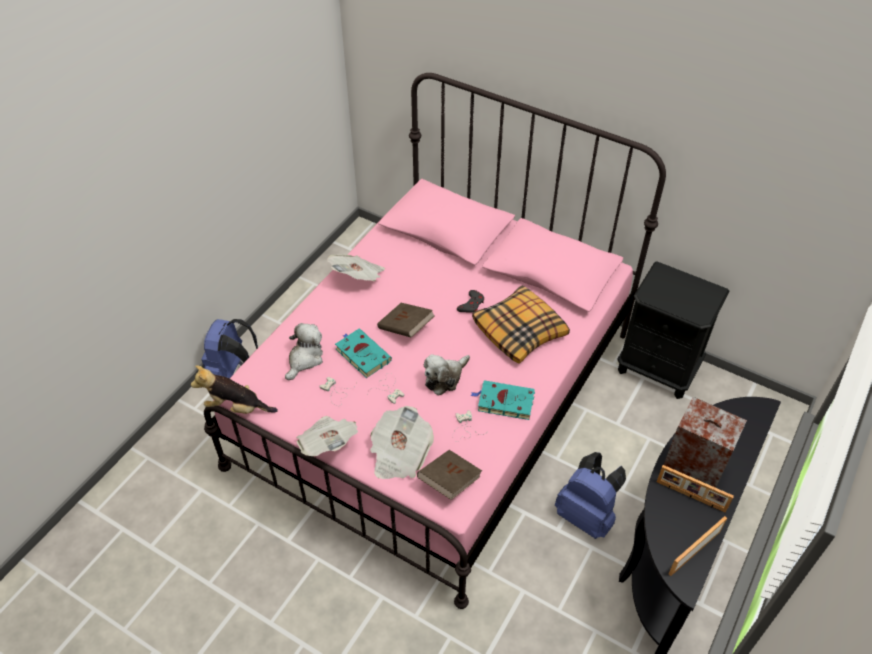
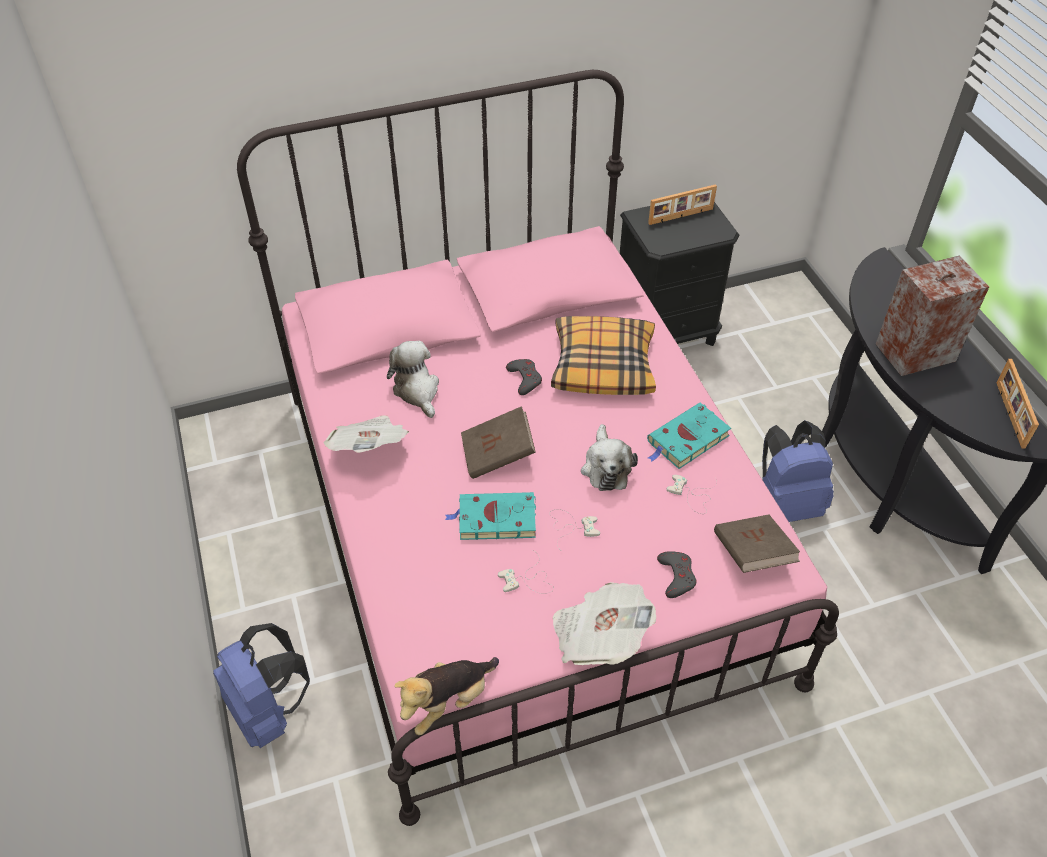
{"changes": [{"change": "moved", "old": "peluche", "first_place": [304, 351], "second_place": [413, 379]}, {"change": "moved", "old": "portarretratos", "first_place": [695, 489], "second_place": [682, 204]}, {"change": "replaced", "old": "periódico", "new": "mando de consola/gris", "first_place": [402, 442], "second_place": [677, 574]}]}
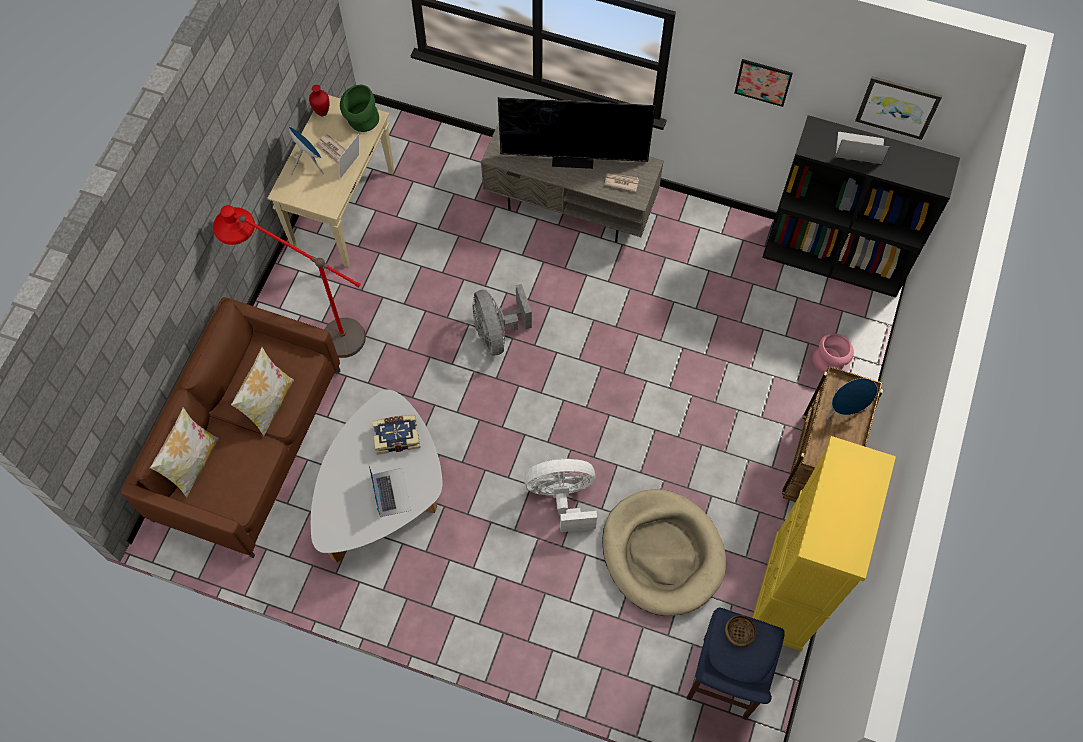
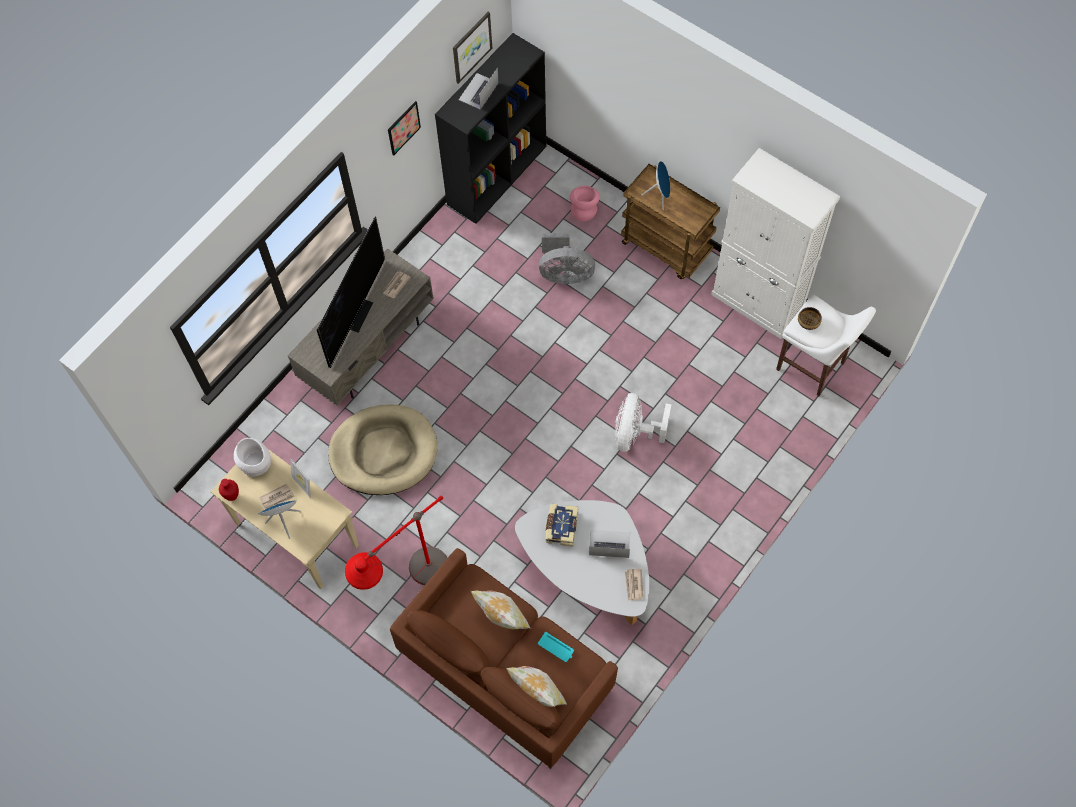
{"changes": [{"change": "added", "new": "bandeja/turquesa", "second_place": [556, 647]}, {"change": "added", "new": "periódico", "second_place": [634, 585]}, {"change": "moved", "old": "ventilador/gris", "first_place": [502, 319], "second_place": [567, 258]}, {"change": "moved", "old": "cama para perro/beis", "first_place": [664, 552], "second_place": [383, 450]}, {"change": "recoloured", "old": "florero/verde", "new": "florero/blanco", "first_place": [359, 108], "second_place": [252, 457]}, {"change": "recoloured", "old": "taburete/azul", "new": "taburete/blanco", "first_place": [736, 664], "second_place": [826, 345]}, {"change": "recoloured", "old": "armario/amarillo", "new": "armario/blanco", "first_place": [824, 543], "second_place": [775, 244]}]}
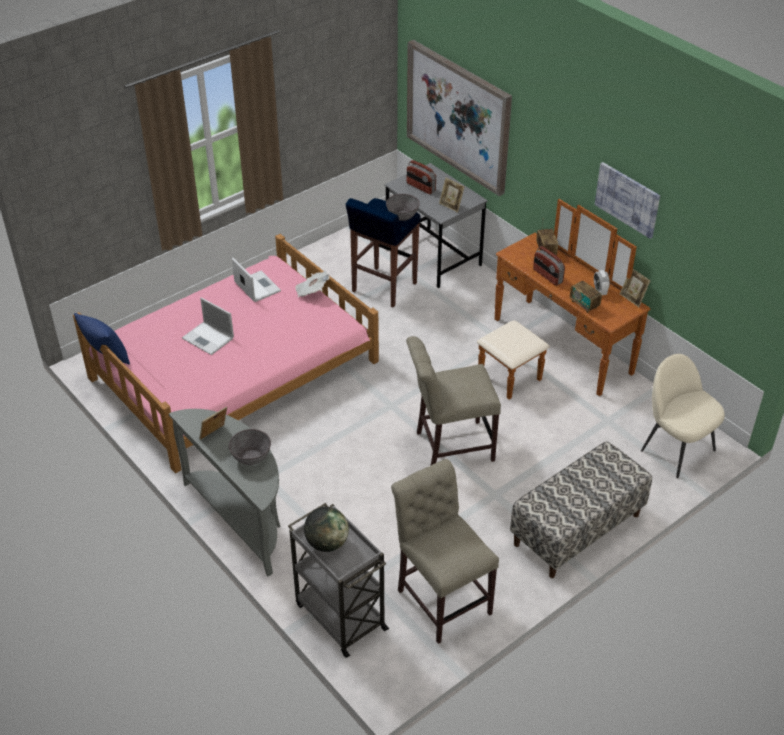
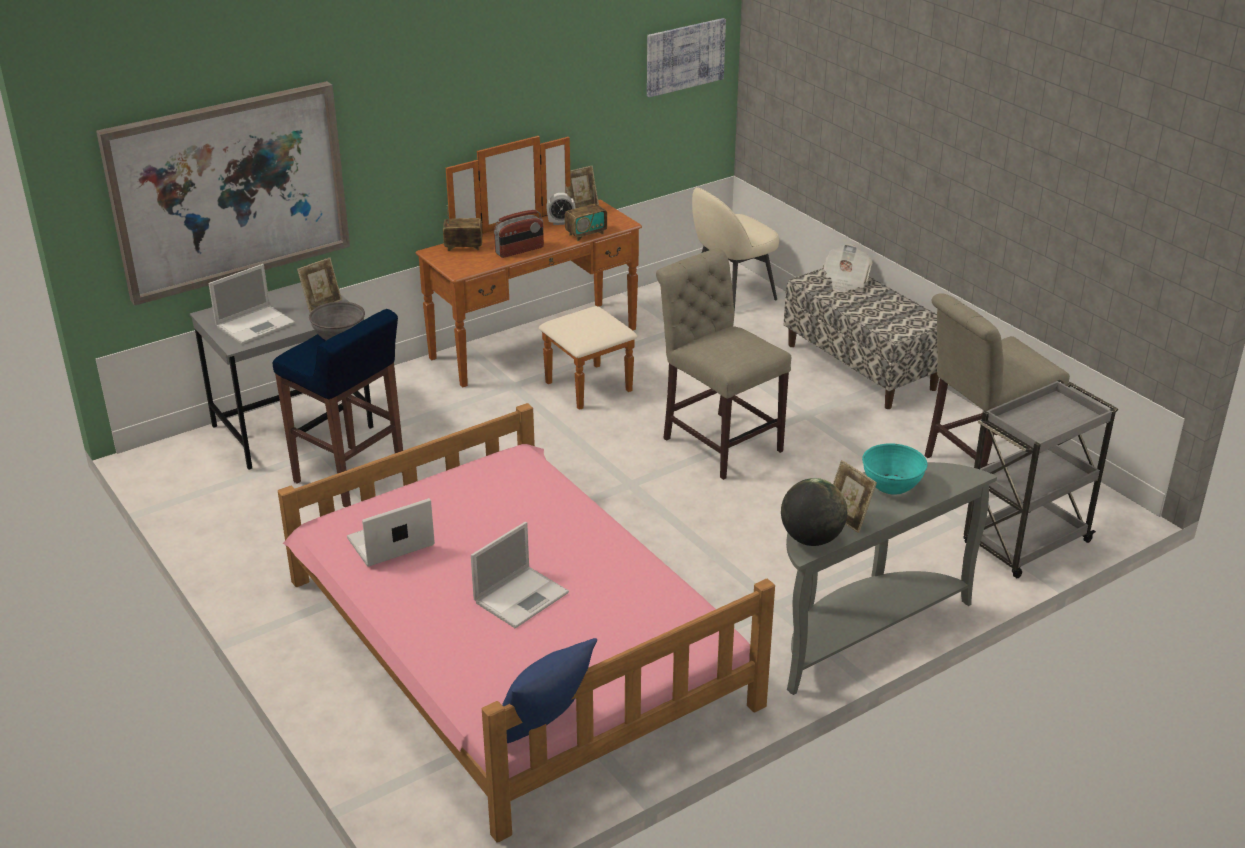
{"changes": [{"change": "moved", "old": "periódico", "first_place": [312, 284], "second_place": [847, 268]}, {"change": "moved", "old": "globo terráqueo", "first_place": [326, 529], "second_place": [814, 512]}, {"change": "moved", "old": "cuadro", "first_place": [627, 200], "second_place": [686, 57]}, {"change": "replaced", "old": "radio", "new": "portátil", "first_place": [421, 177], "second_place": [252, 304]}, {"change": "recoloured", "old": "cuenco/gris", "new": "cuenco/turquesa", "first_place": [250, 447], "second_place": [894, 469]}, {"change": "turned", "old": "silla/beis", "first_place": [453, 400], "second_place": [723, 364], "degrees": 150}]}
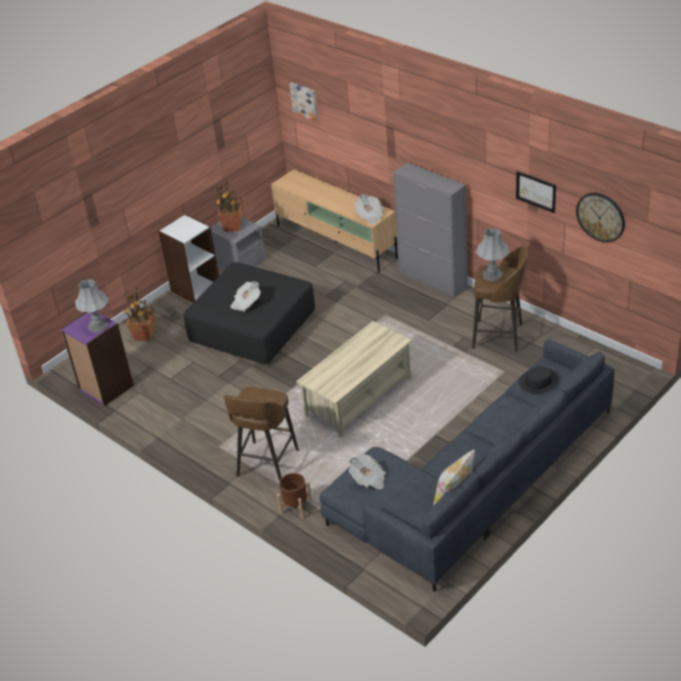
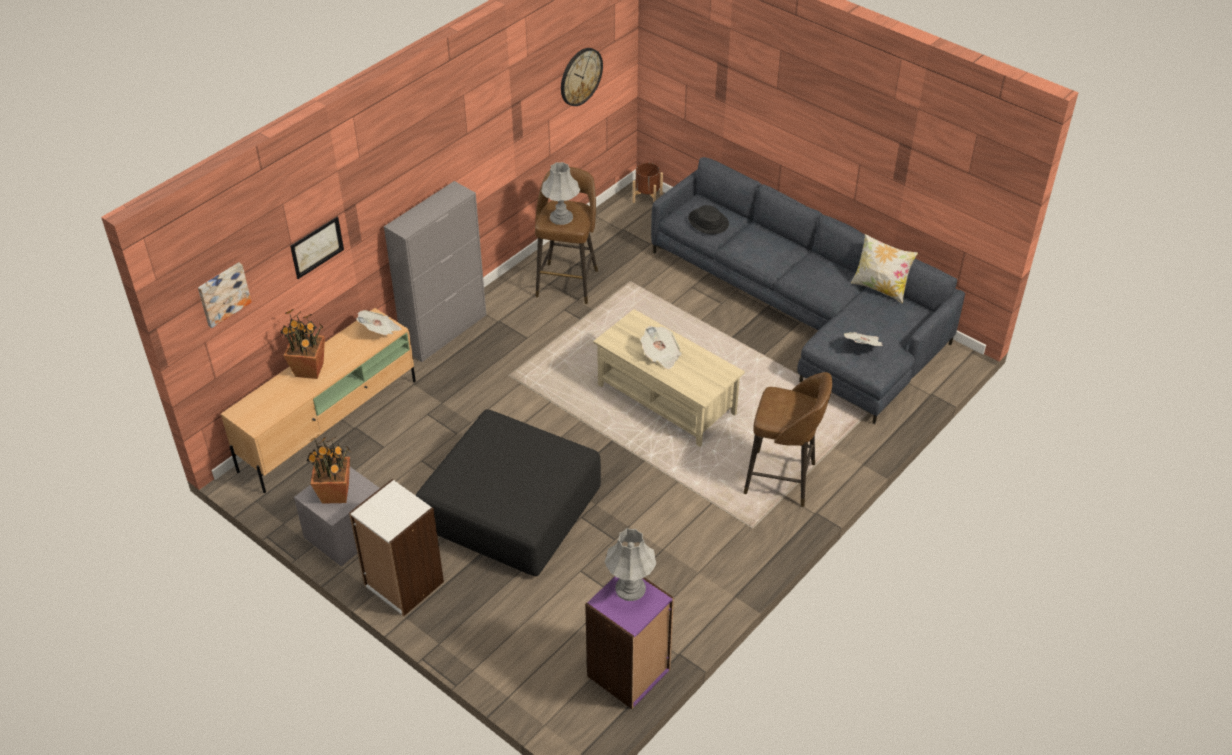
{"changes": [{"change": "moved", "old": "planta en maceta", "first_place": [139, 314], "second_place": [303, 344]}, {"change": "moved", "old": "periódico", "first_place": [245, 296], "second_place": [661, 347]}, {"change": "moved", "old": "maceta/marrón", "first_place": [294, 496], "second_place": [648, 183]}, {"change": "moved", "old": "cuadro", "first_place": [536, 192], "second_place": [317, 248]}]}
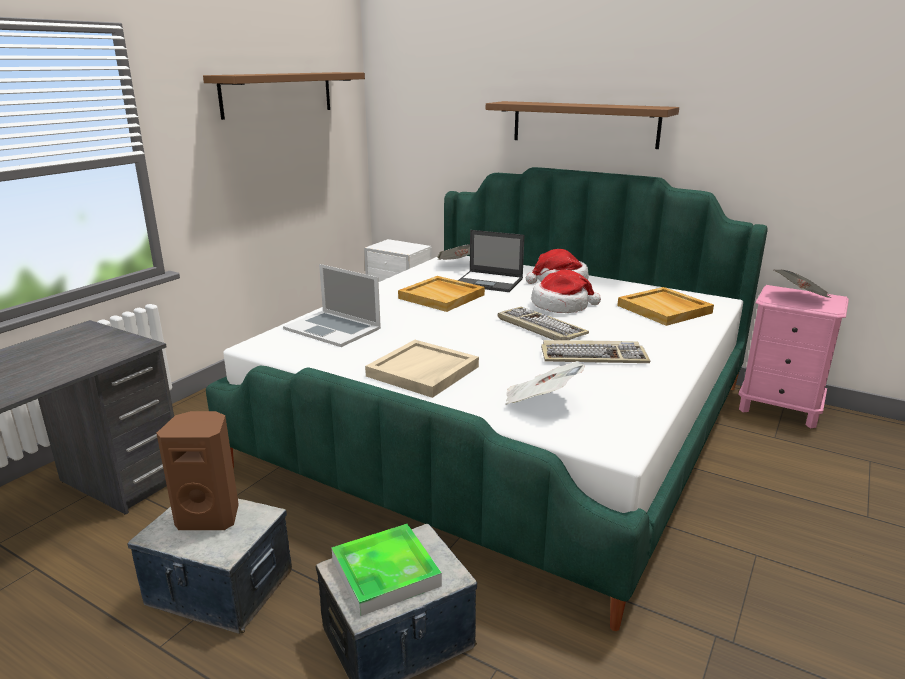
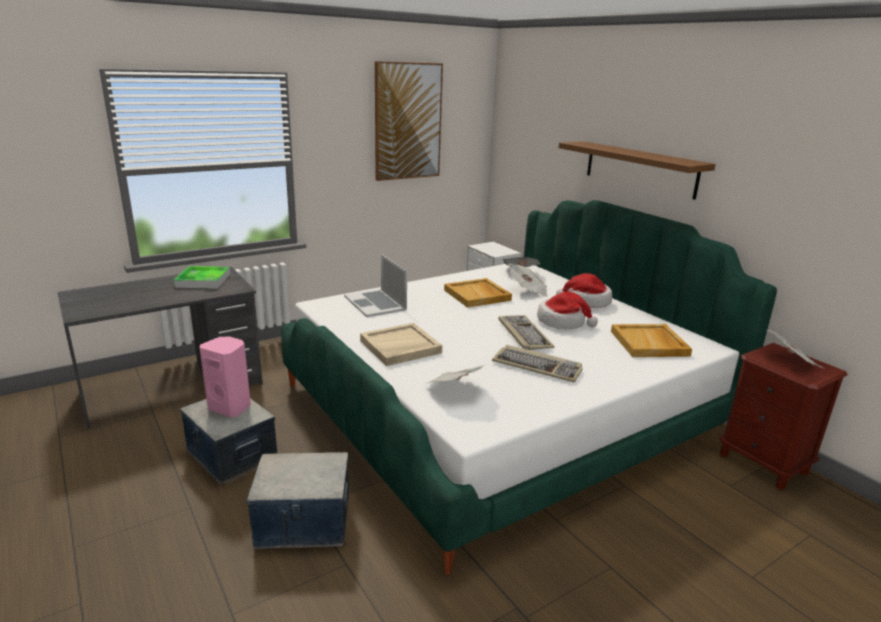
{"changes": [{"change": "moved", "old": "bandeja", "first_place": [386, 570], "second_place": [202, 277]}, {"change": "replaced", "old": "estante/marrón", "new": "cuadro", "first_place": [284, 96], "second_place": [409, 121]}, {"change": "replaced", "old": "portátil", "new": "periódico", "first_place": [491, 261], "second_place": [528, 280]}, {"change": "recoloured", "old": "altavoz/marrón", "new": "altavoz/rosa", "first_place": [197, 470], "second_place": [225, 376]}, {"change": "recoloured", "old": "mesita de noche/rosa", "new": "mesita de noche/marrón", "first_place": [793, 356], "second_place": [784, 416]}]}
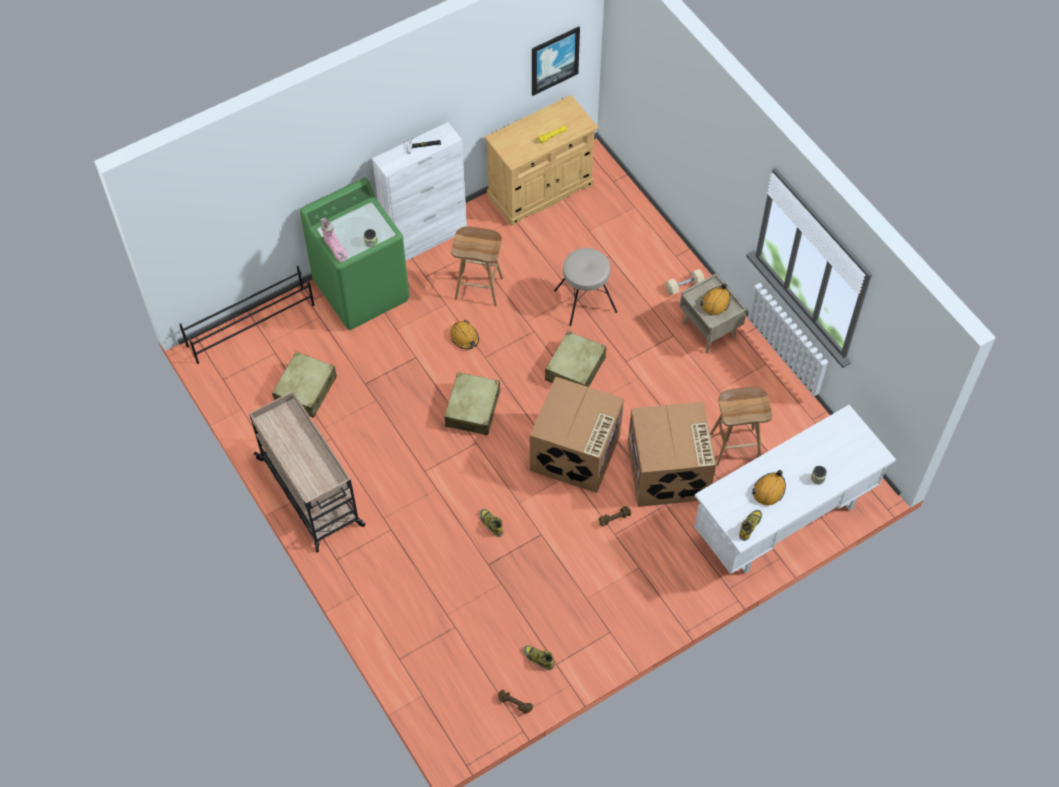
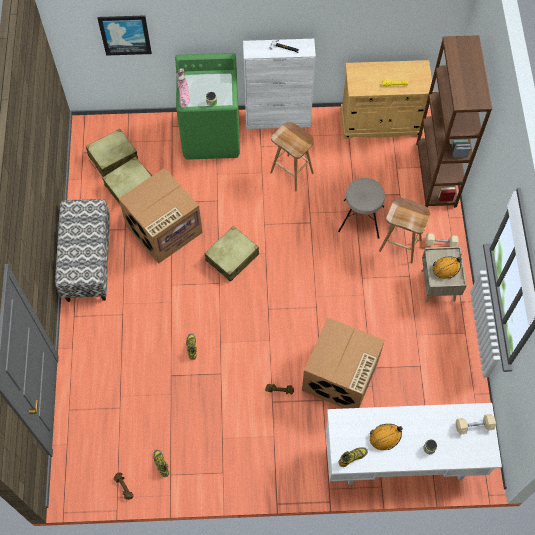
{"changes": [{"change": "removed", "old": "zapatero/negro", "first_place": [247, 315]}, {"change": "removed", "old": "casco/naranja", "first_place": [464, 335]}, {"change": "added", "new": "estantería/marrón", "second_place": [454, 121]}, {"change": "added", "new": "mancuerna/beis", "second_place": [476, 424]}, {"change": "moved", "old": "caja de cartón", "first_place": [577, 434], "second_place": [160, 216]}, {"change": "moved", "old": "cuadro", "first_place": [556, 61], "second_place": [124, 35]}, {"change": "moved", "old": "maleta/beis", "first_place": [575, 359], "second_place": [112, 153]}, {"change": "moved", "old": "taburete/marrón", "first_place": [741, 426], "second_place": [404, 230]}, {"change": "replaced", "old": "carrito/beis", "new": "banco", "first_place": [307, 471], "second_place": [82, 250]}]}
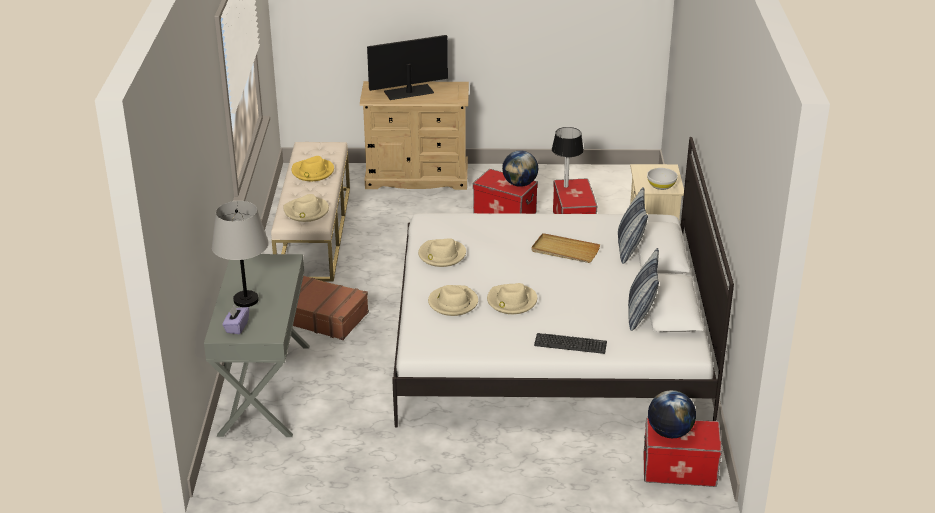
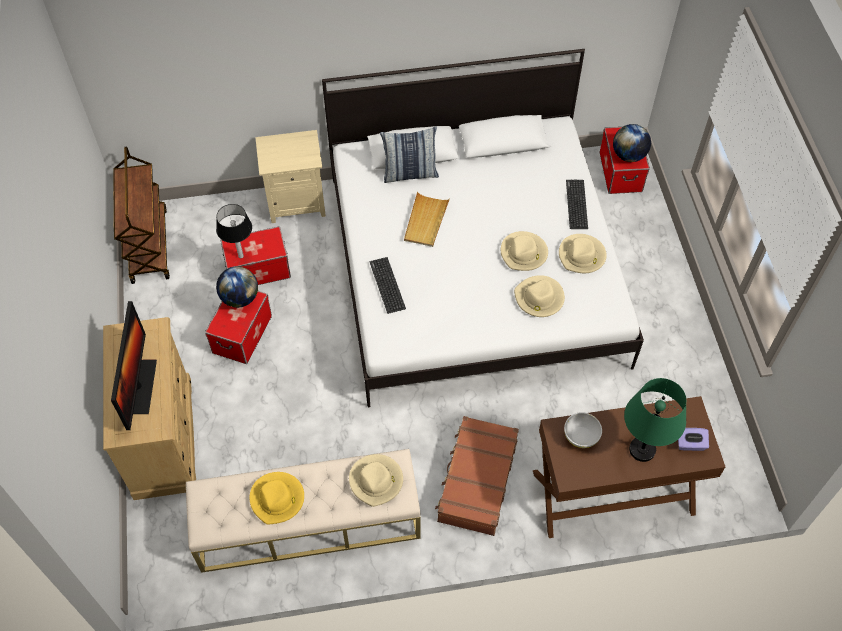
{"changes": [{"change": "removed", "old": "cojín", "first_place": [643, 289]}, {"change": "added", "new": "carrito/marrón", "second_place": [141, 215]}, {"change": "added", "new": "teclado", "second_place": [388, 285]}, {"change": "moved", "old": "sombrero/beis", "first_place": [442, 252], "second_place": [583, 253]}, {"change": "moved", "old": "cuenco/blanco", "first_place": [662, 179], "second_place": [583, 430]}, {"change": "recoloured", "old": "escritorio/gris", "new": "escritorio/marrón", "first_place": [257, 345], "second_place": [629, 467]}, {"change": "recoloured", "old": "lámpara de mesa/gris", "new": "lámpara de mesa/verde", "first_place": [240, 254], "second_place": [655, 420]}, {"change": "turned", "old": "monitor", "first_place": [407, 67], "second_place": [134, 365], "degrees": -150}]}
